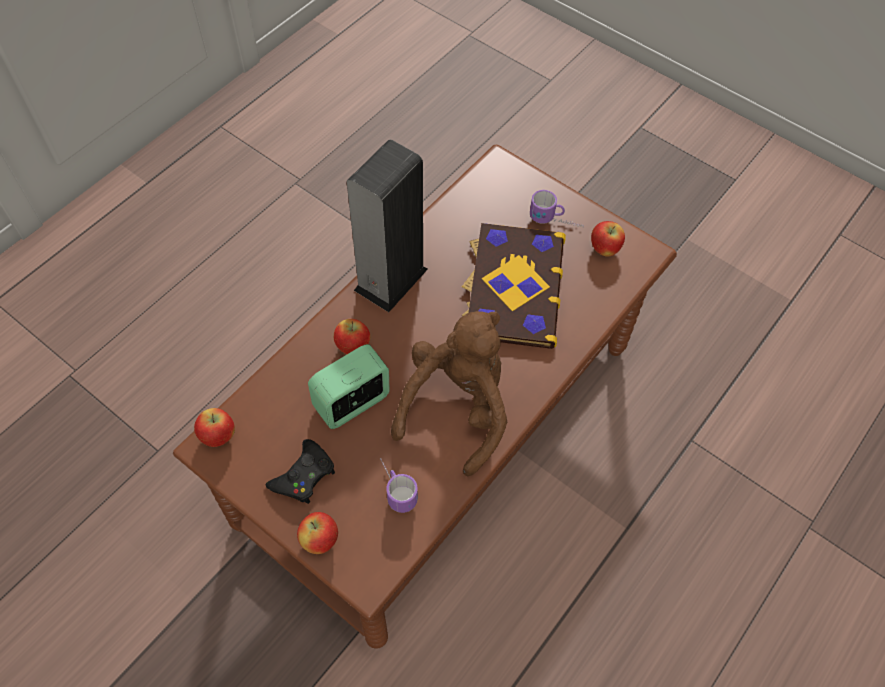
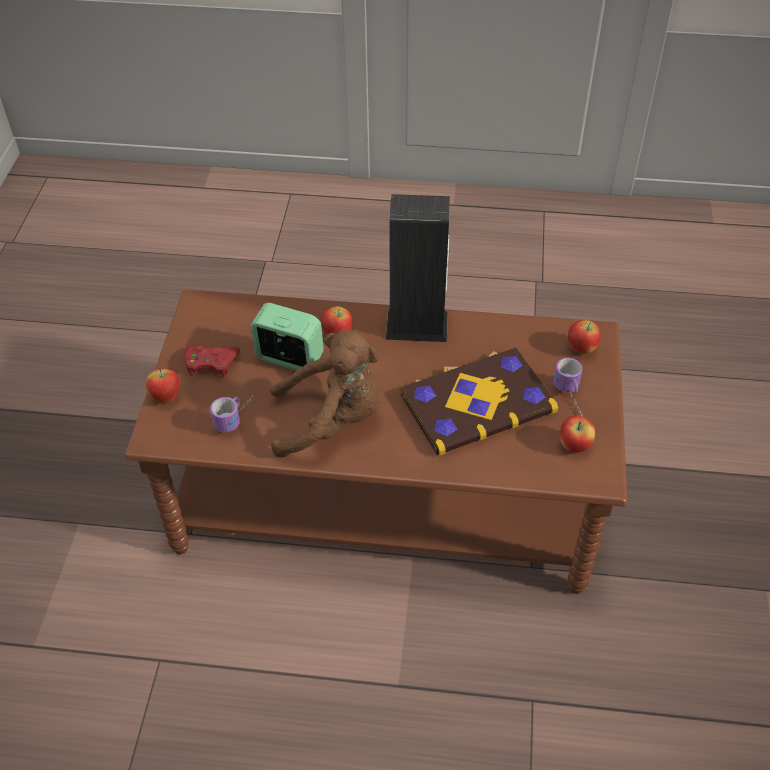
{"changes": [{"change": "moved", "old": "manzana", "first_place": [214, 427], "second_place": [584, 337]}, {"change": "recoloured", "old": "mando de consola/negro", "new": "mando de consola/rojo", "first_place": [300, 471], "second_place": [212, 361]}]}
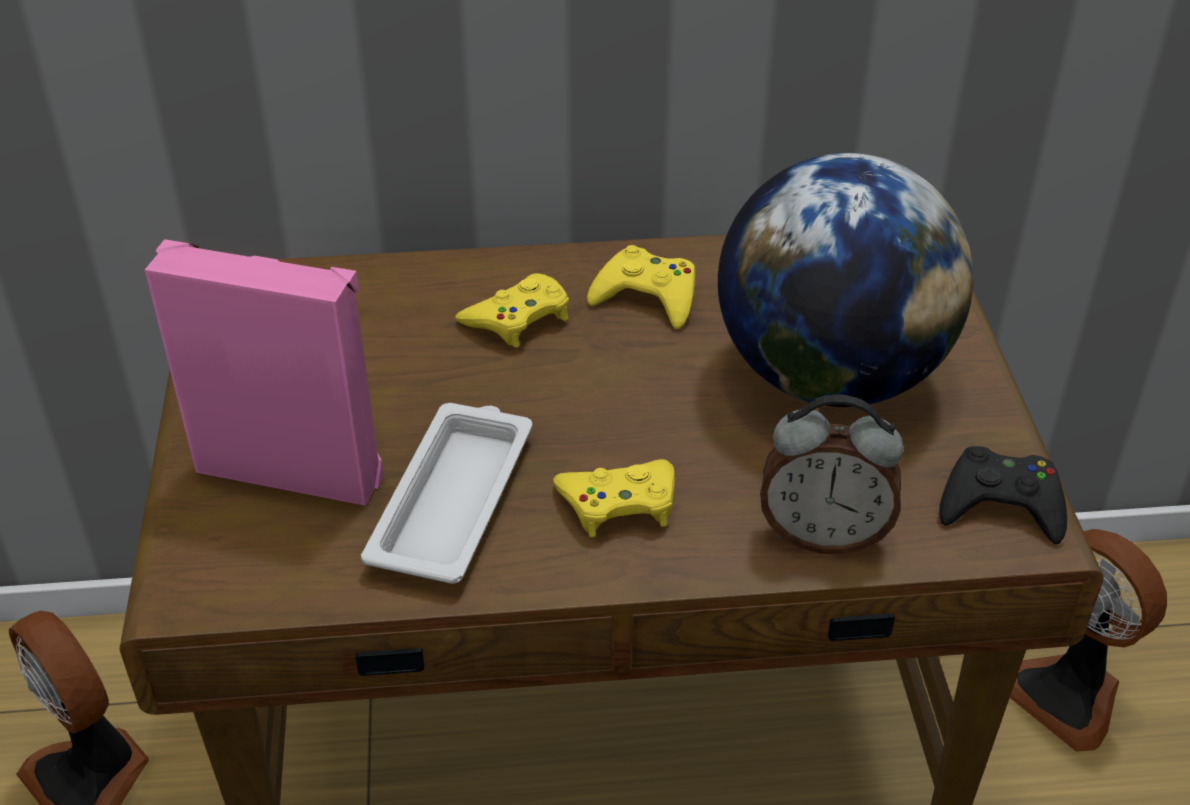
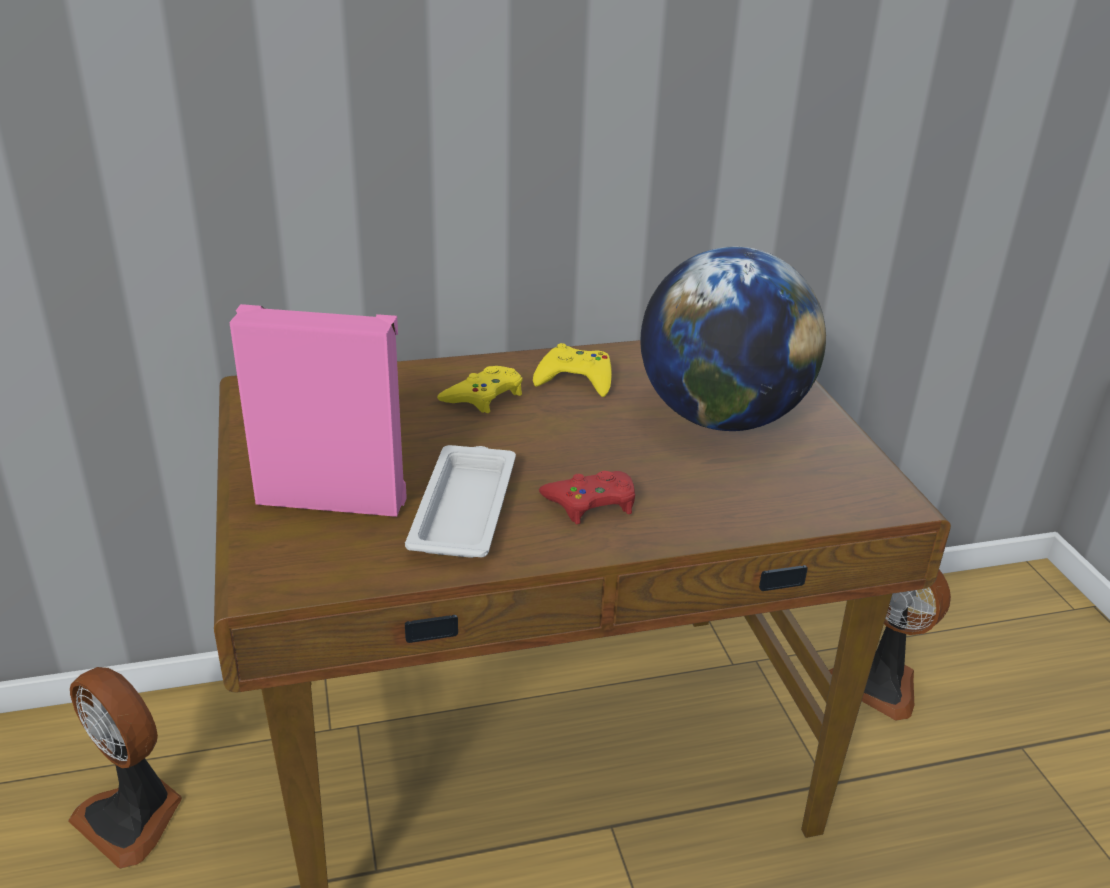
{"changes": [{"change": "removed", "old": "despertador", "first_place": [832, 474]}, {"change": "removed", "old": "mando de consola/negro", "first_place": [1003, 495]}, {"change": "recoloured", "old": "mando de consola/amarillo", "new": "mando de consola/rojo", "first_place": [614, 498], "second_place": [587, 497]}]}
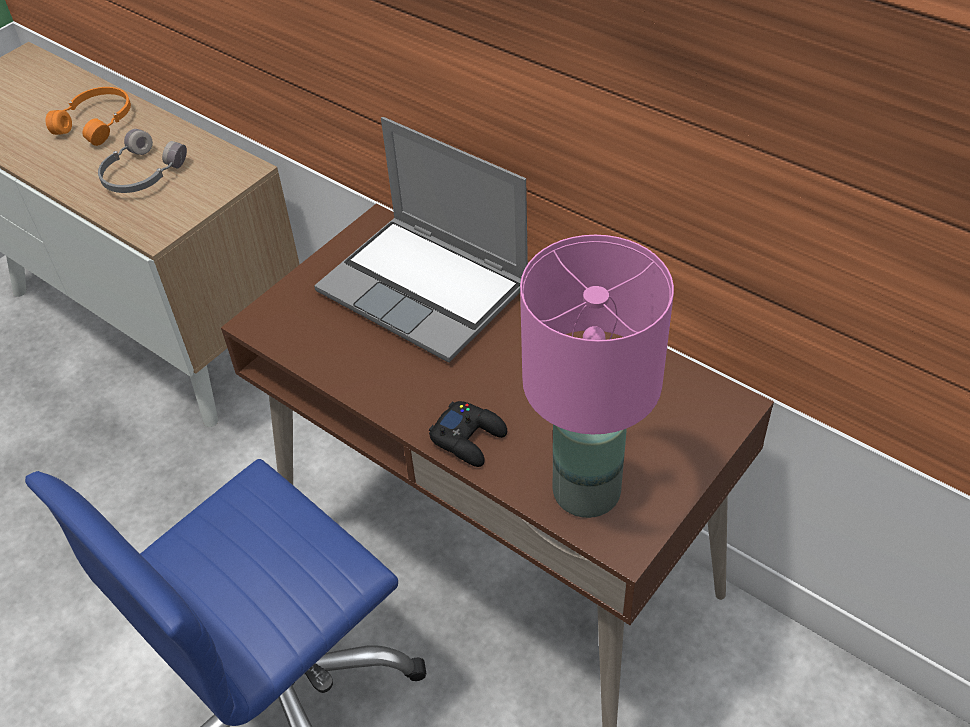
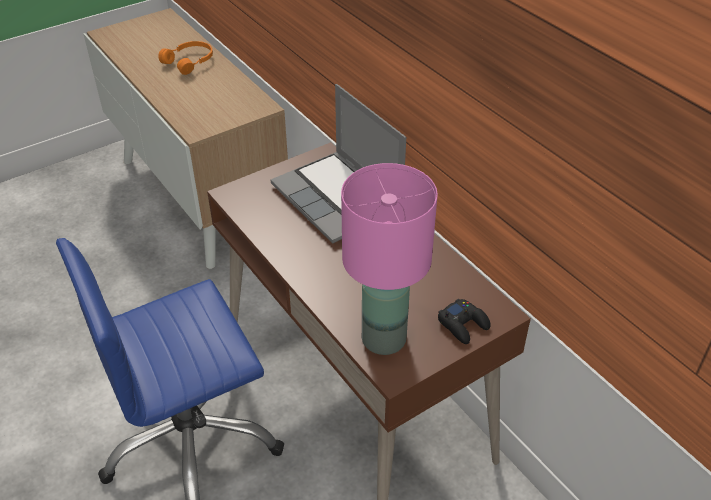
{"changes": [{"change": "removed", "old": "auriculares/gris", "first_place": [142, 161]}, {"change": "moved", "old": "mando de consola/negro", "first_place": [468, 434], "second_place": [464, 321]}]}
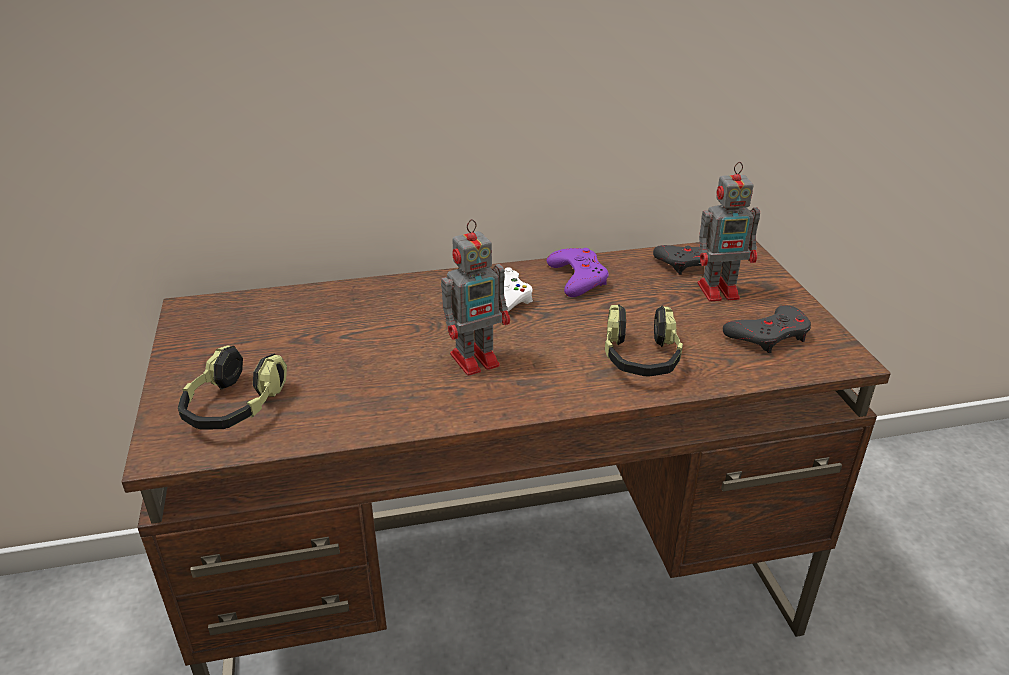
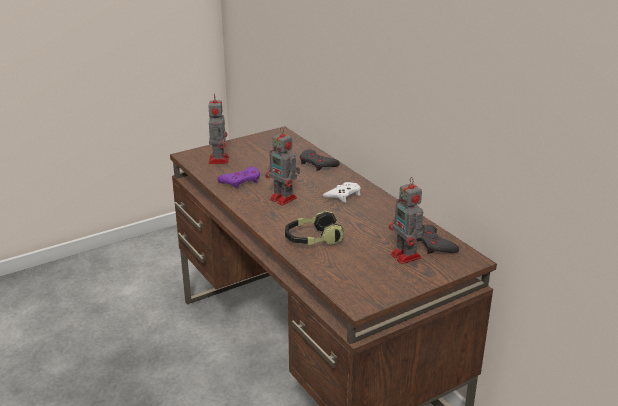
{"changes": [{"change": "moved", "old": "mando de consola/morado", "first_place": [578, 272], "second_place": [238, 178]}, {"change": "moved", "old": "mando de consola/gris", "first_place": [767, 329], "second_place": [320, 160]}, {"change": "replaced", "old": "auriculares", "new": "robot de juguete", "first_place": [232, 387], "second_place": [218, 129]}]}
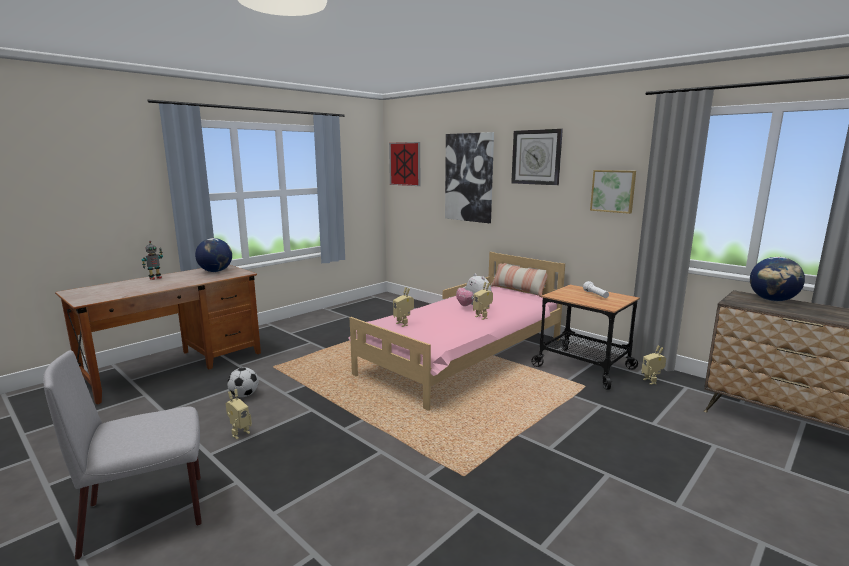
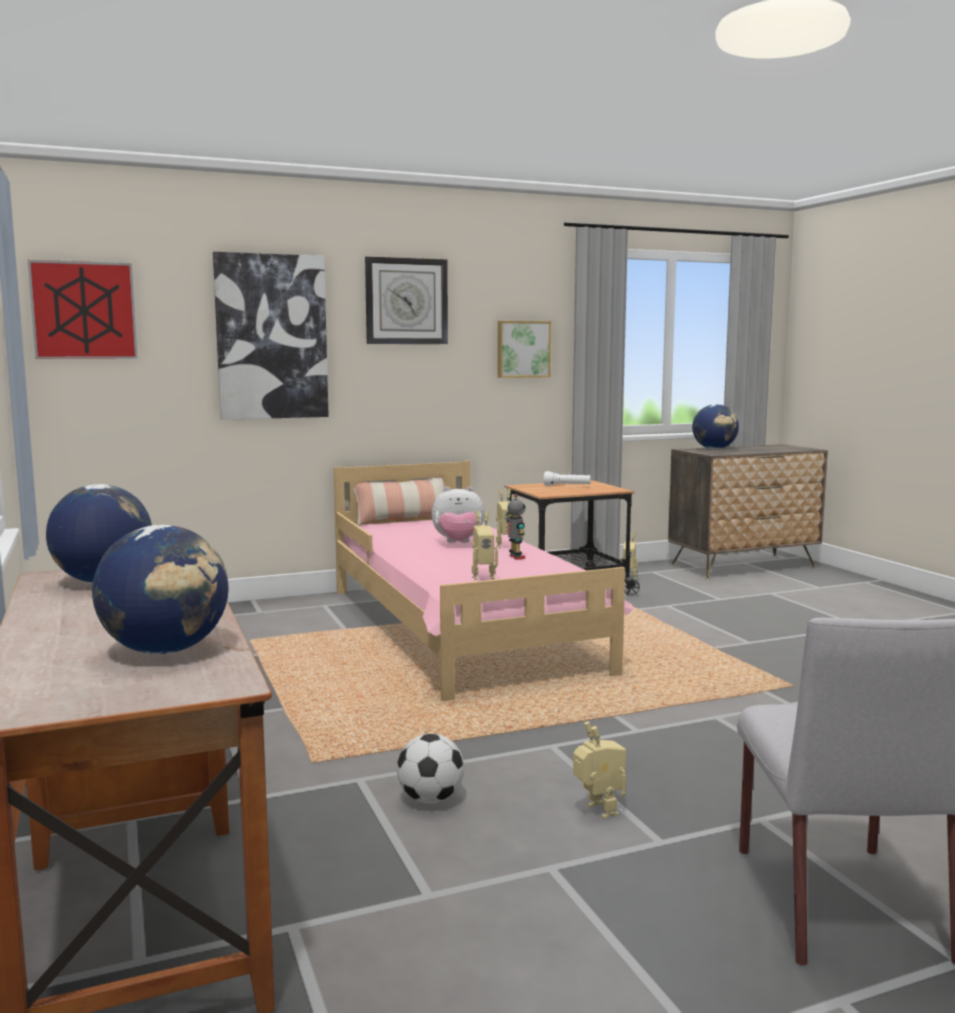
{"changes": [{"change": "added", "new": "globo terráqueo", "second_place": [160, 589]}, {"change": "moved", "old": "robot de juguete", "first_place": [152, 260], "second_place": [515, 527]}]}
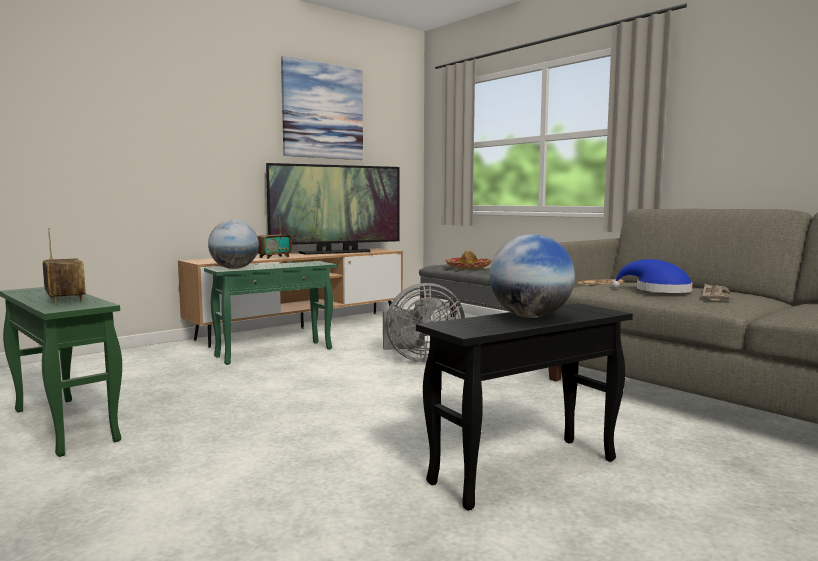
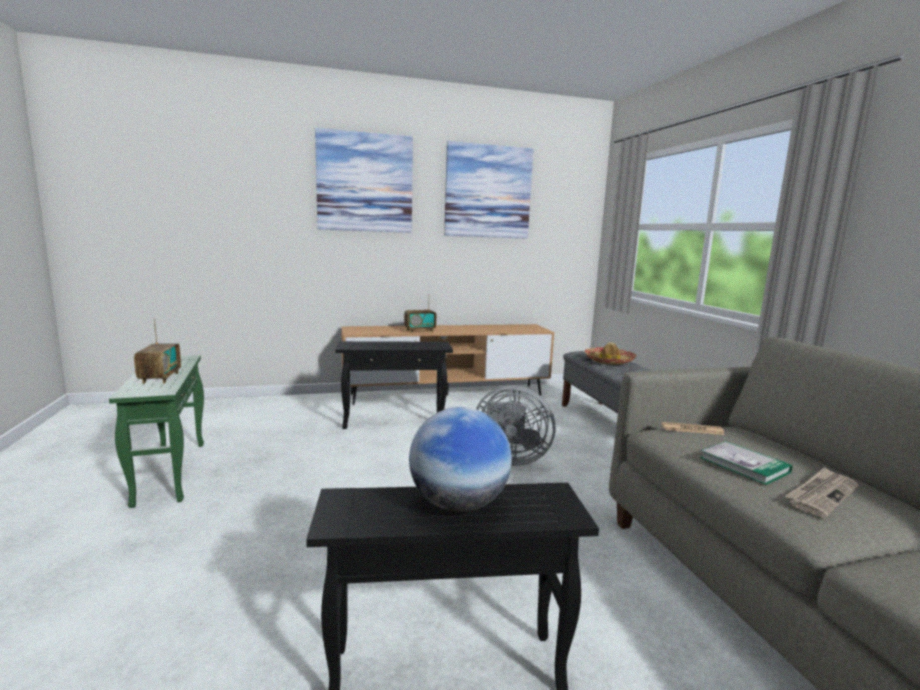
{"changes": [{"change": "removed", "old": "globo terráqueo", "first_place": [233, 244]}, {"change": "removed", "old": "televisor", "first_place": [332, 209]}, {"change": "added", "new": "cuadro", "second_place": [364, 180]}, {"change": "replaced", "old": "sombrero/azul", "new": "libro", "first_place": [652, 276], "second_place": [746, 463]}, {"change": "recoloured", "old": "mesa auxiliar/verde", "new": "mesa auxiliar/negro", "first_place": [270, 313], "second_place": [394, 385]}]}
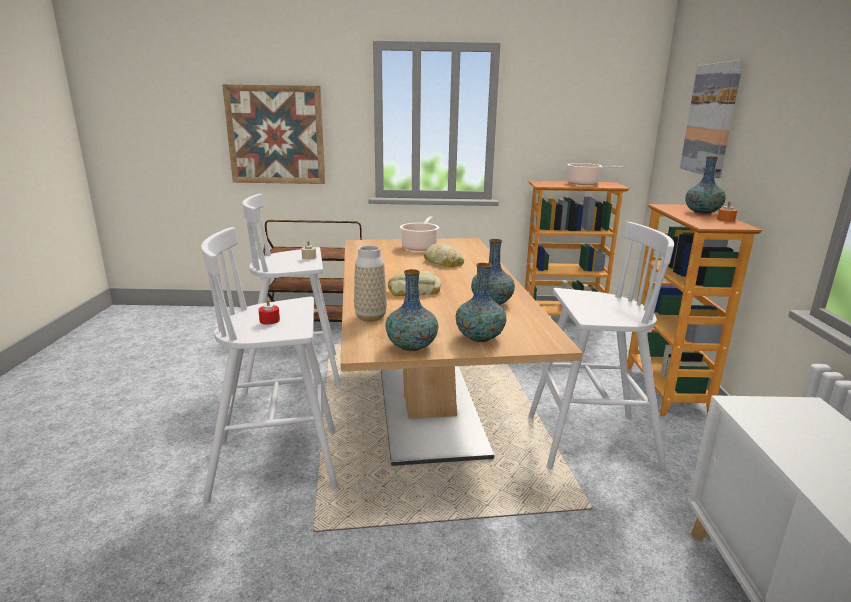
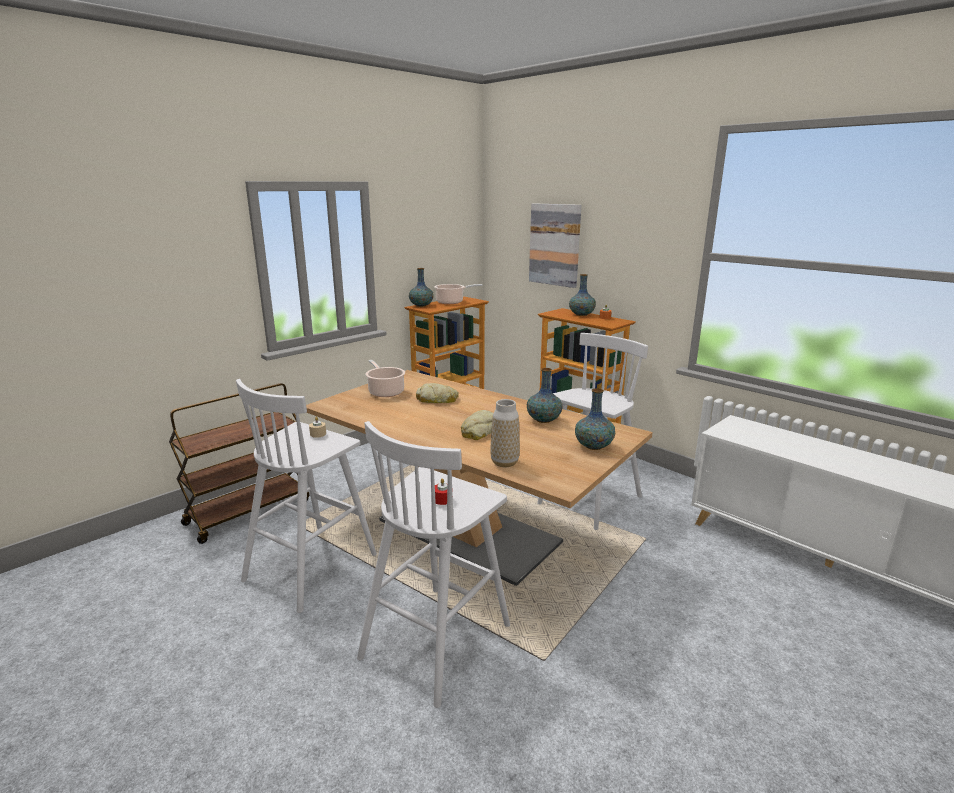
{"changes": [{"change": "removed", "old": "cuadro", "first_place": [273, 134]}, {"change": "moved", "old": "florero", "first_place": [411, 310], "second_place": [421, 287]}]}
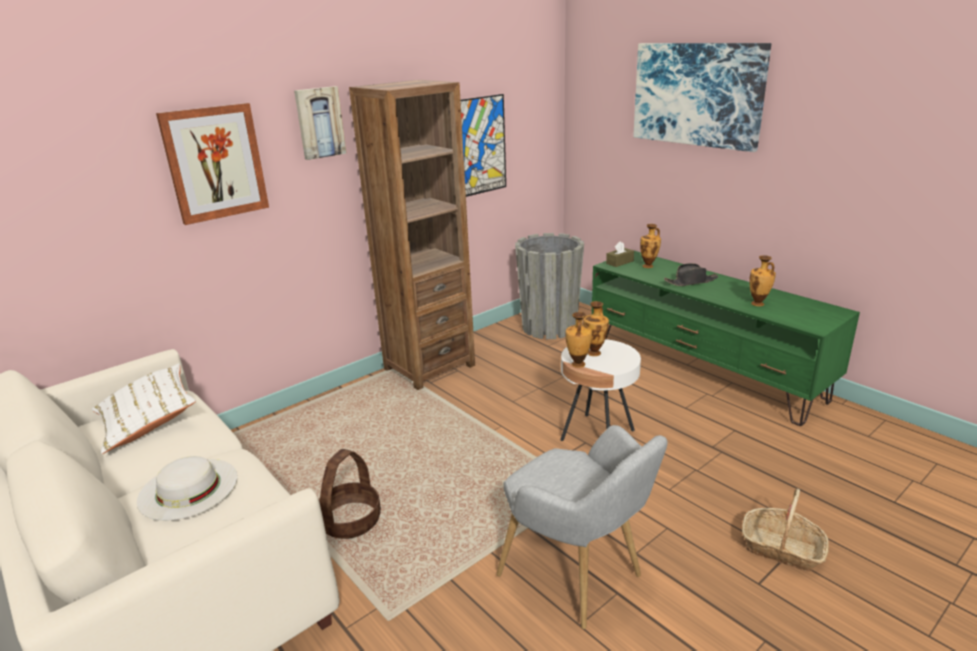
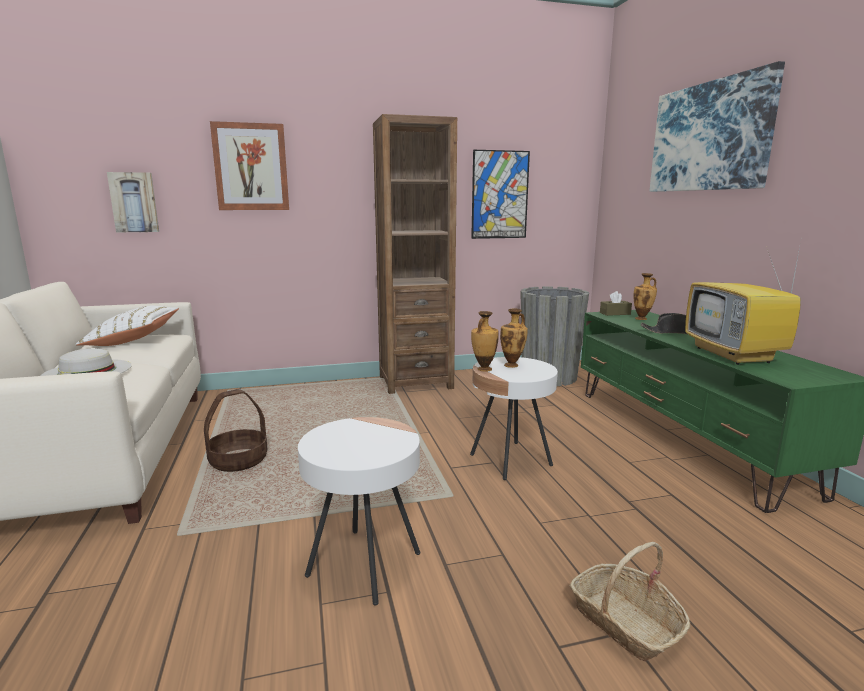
{"changes": [{"change": "moved", "old": "cuadro", "first_place": [320, 123], "second_place": [133, 202]}, {"change": "replaced", "old": "sillón/gris", "new": "mesa auxiliar/blanco", "first_place": [582, 527], "second_place": [359, 511]}, {"change": "replaced", "old": "florero", "new": "televisor", "first_place": [762, 280], "second_place": [743, 300]}]}
